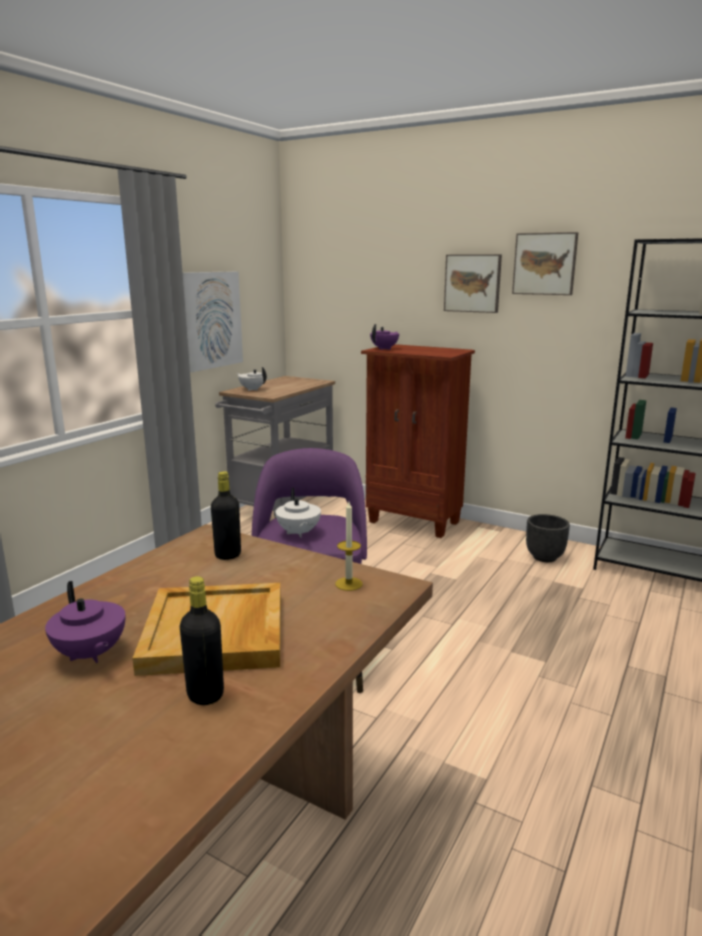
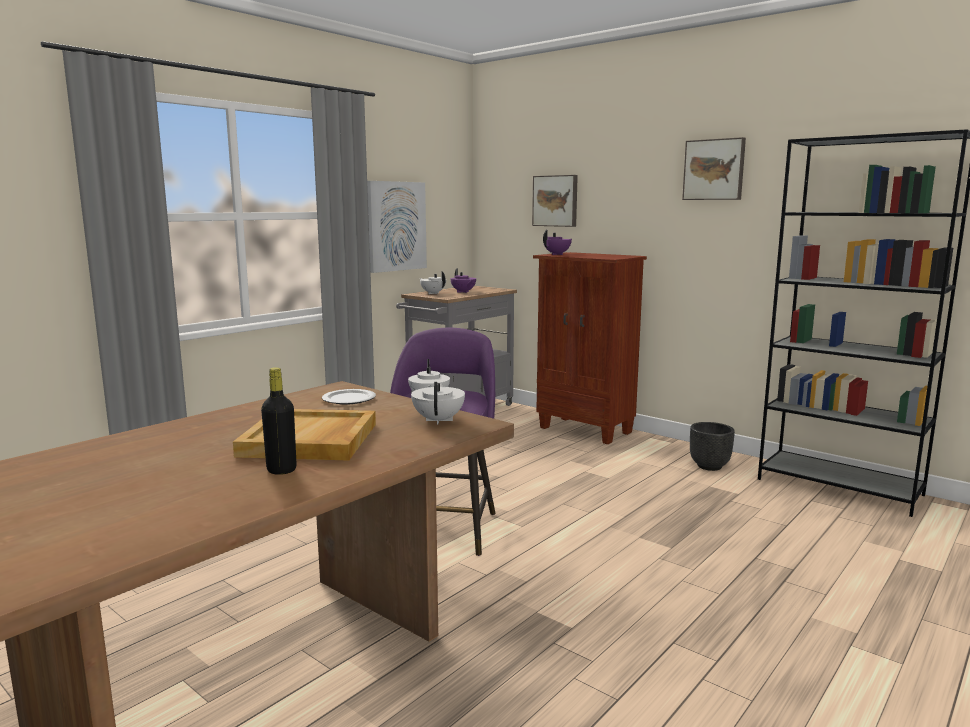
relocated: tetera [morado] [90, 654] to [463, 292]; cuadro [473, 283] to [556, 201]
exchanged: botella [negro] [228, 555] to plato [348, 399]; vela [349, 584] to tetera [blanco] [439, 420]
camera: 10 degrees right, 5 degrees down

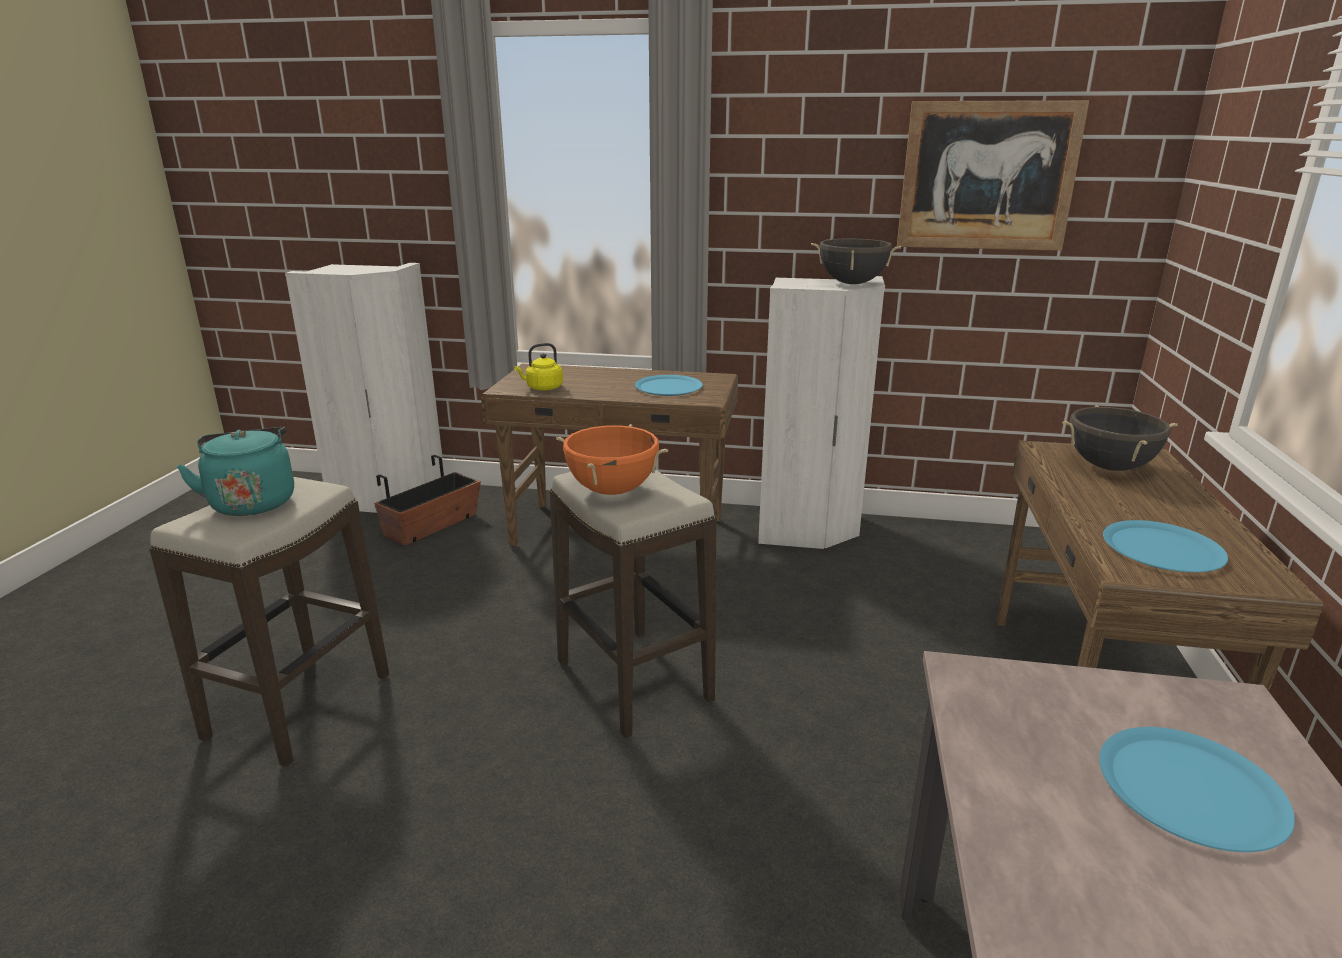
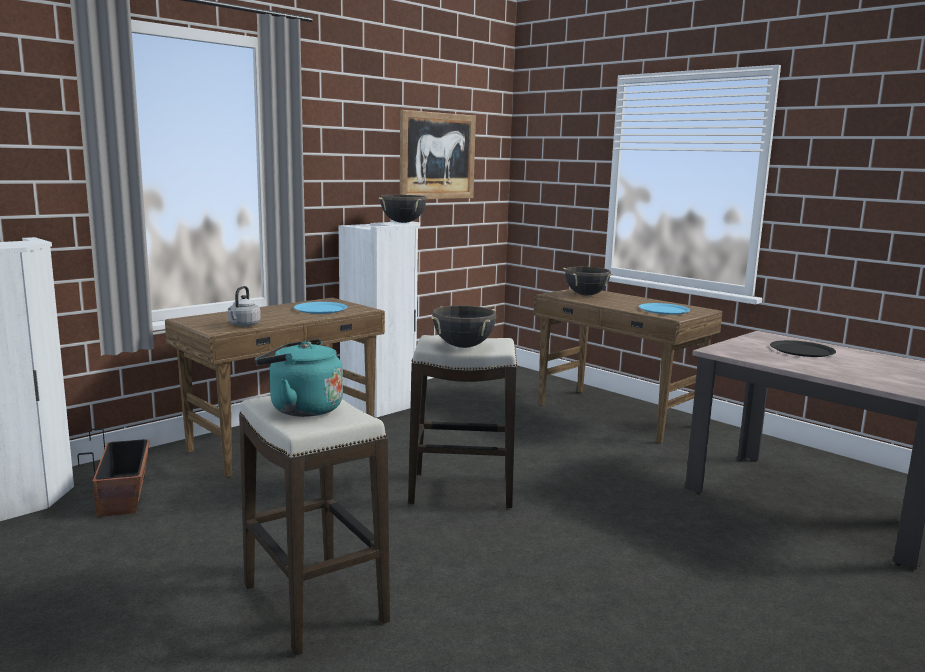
colour: hervidor [amarillo] [542, 388] to hervidor [gris] [243, 325]; olla [naranja] [612, 490] to olla [negro] [463, 346]; plato [azul] [1191, 789] to plato [negro] [802, 350]
camera: 55 degrees left, 10 degrees down

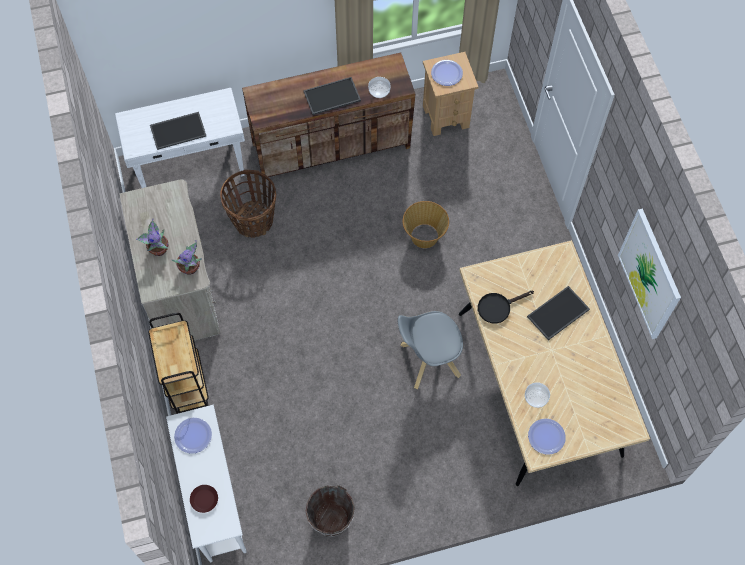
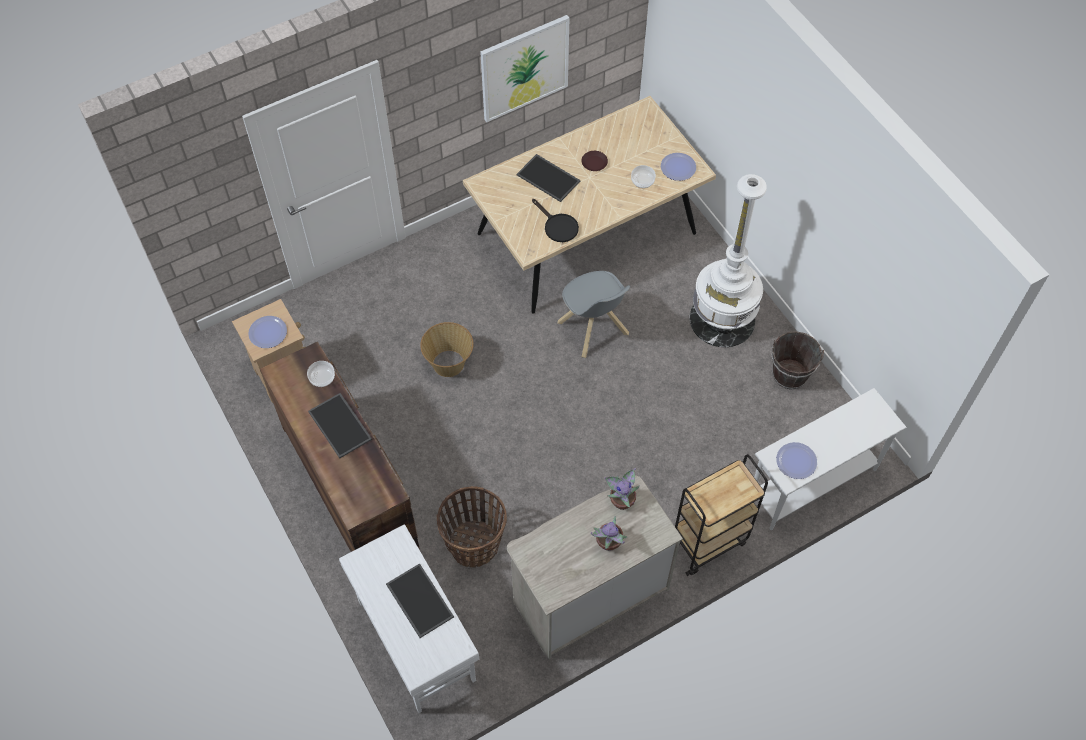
appeared: lámpara de pie [blanco] [722, 319]
relocated: plato [marrón] [204, 499] to [594, 163]
camera: 105 degrees left, 5 degrees down

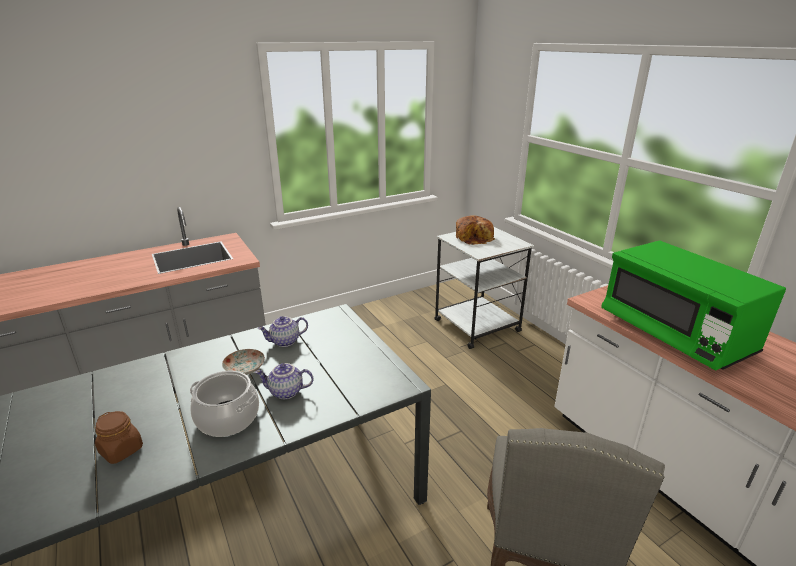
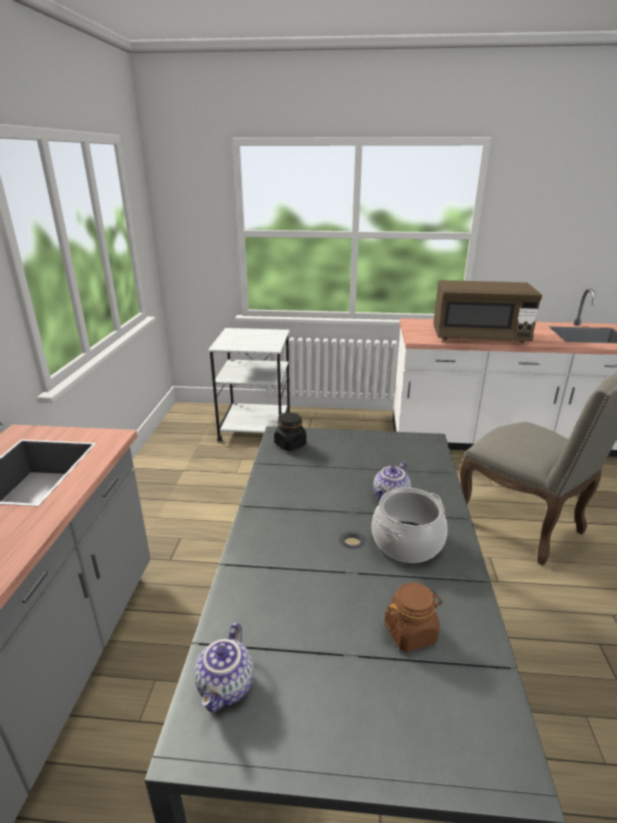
missing: plato [245, 369]; pan [475, 237]
appeared: tarro [negro] [290, 444]
relocated: tetera [285, 342] to [227, 687]
colour: microondas [verde] [674, 334] to microondas [marrón] [479, 337]
camera: 55 degrees left, 0 degrees up

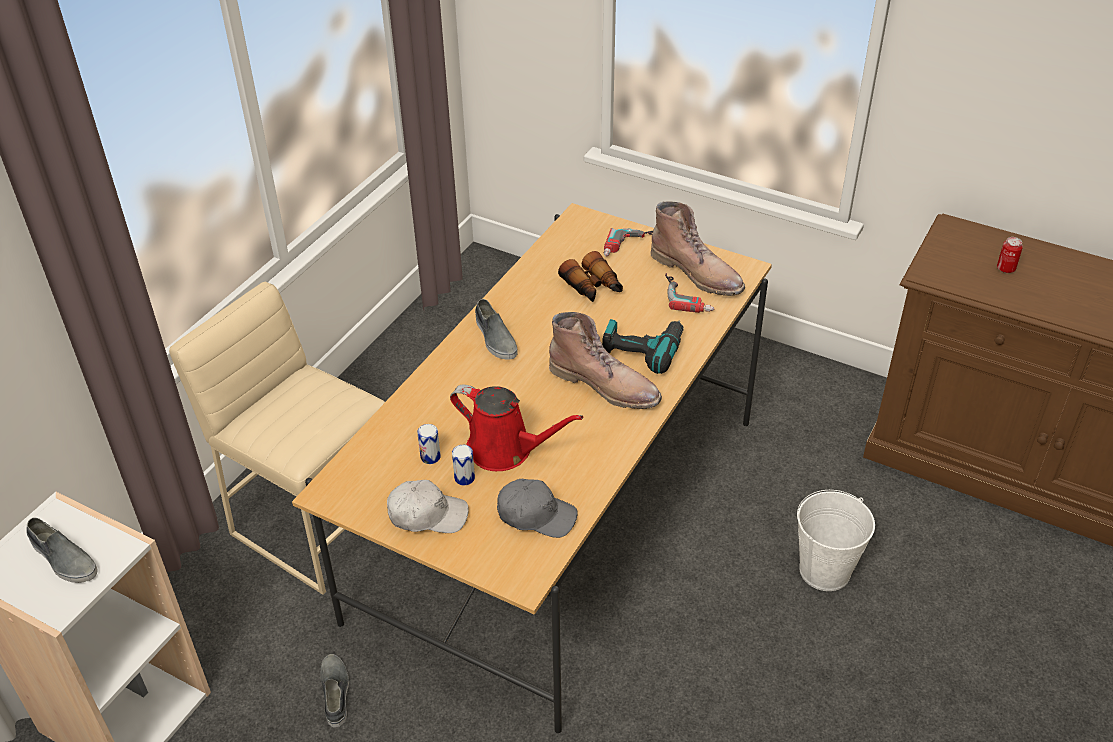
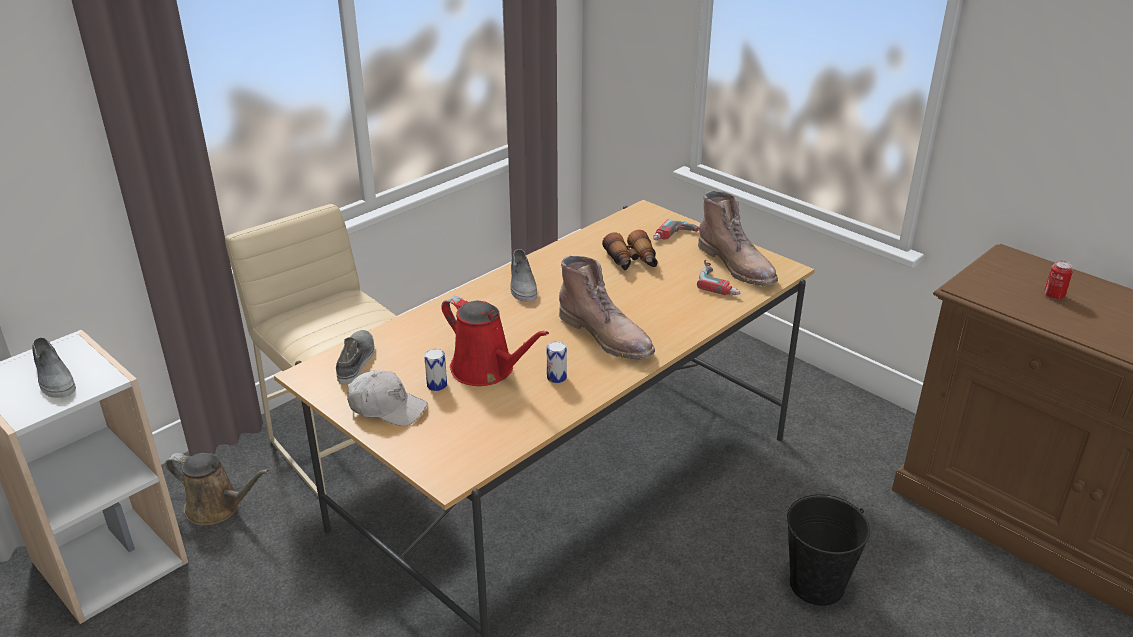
missing: gorra [gris] [536, 515]; taladro [642, 349]
appeared: regadera [marrón] [218, 507]
relocated: zapato [gris] [335, 692] to [356, 361]; lata [430, 457] to [556, 377]
colour: cubo [blanco] [825, 571] to cubo [negro] [817, 585]
camera: 15 degrees right, 10 degrees down

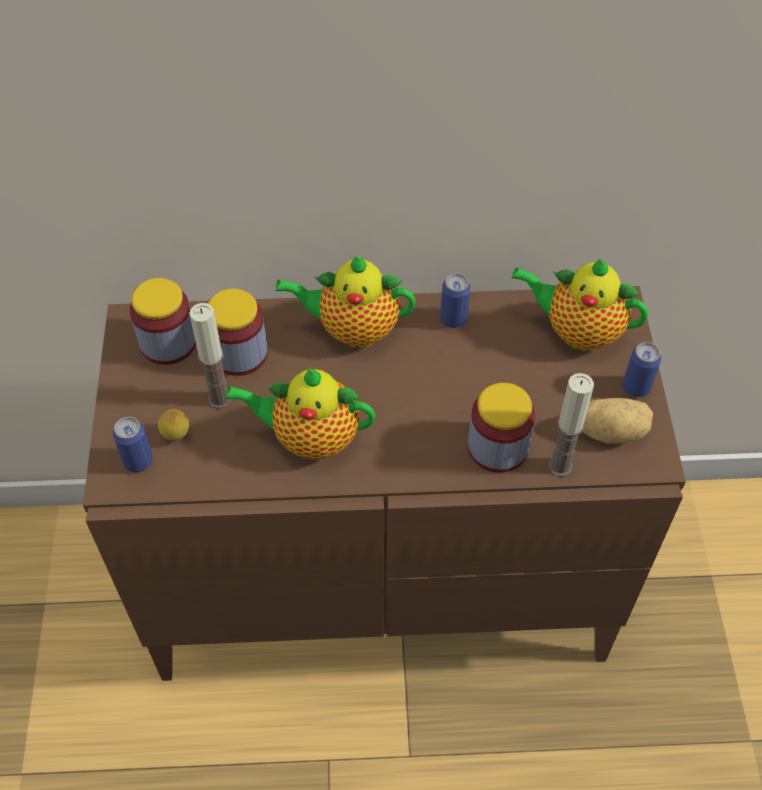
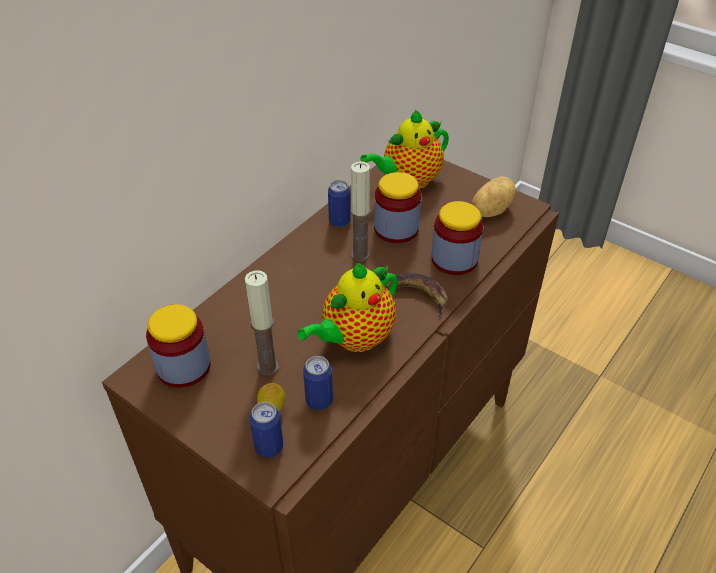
missing: tetera [353, 329]
appeared: plátano [416, 295]
relocated: lata [636, 387] to [319, 400]; vela [560, 466] to [360, 255]; tarro [239, 353] to [396, 229]
camera: 50 degrees left, 10 degrees down

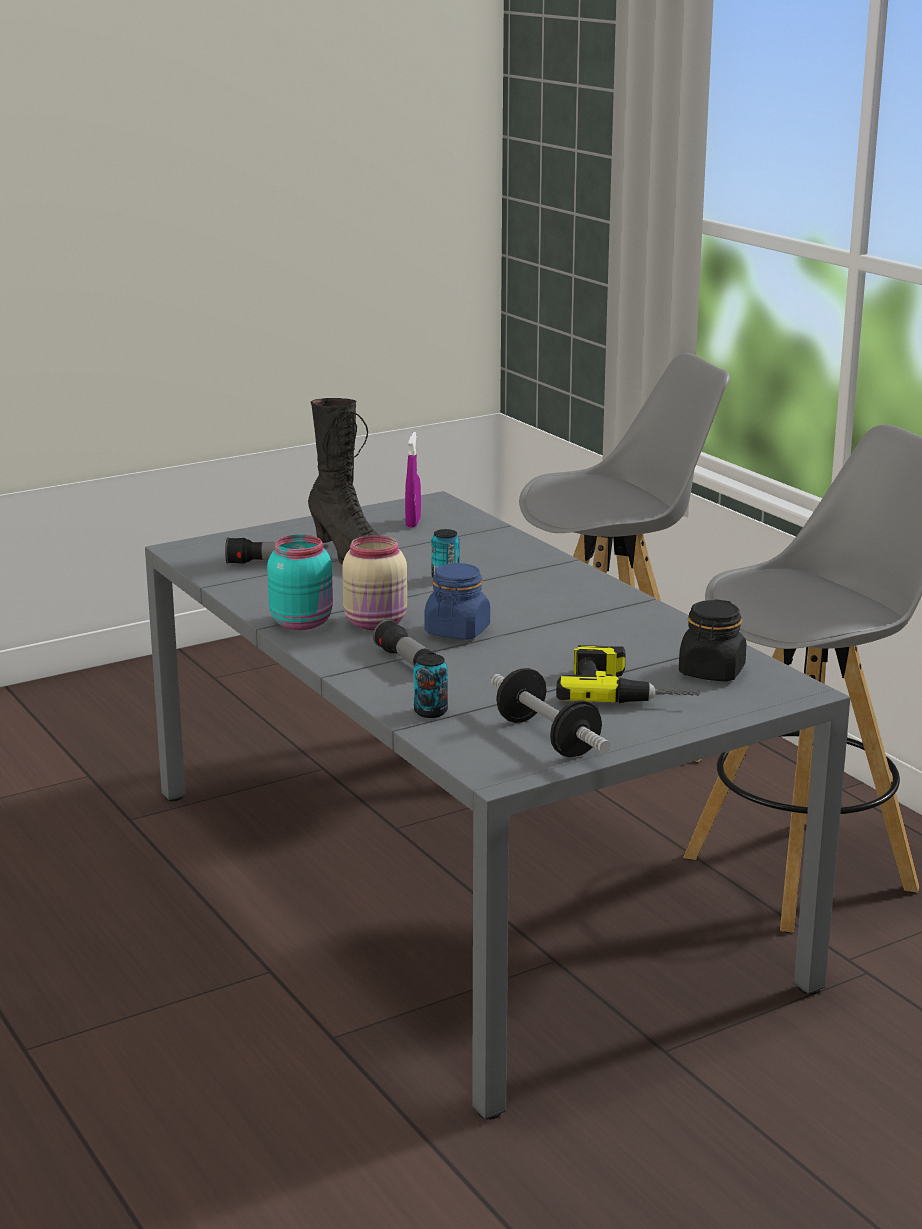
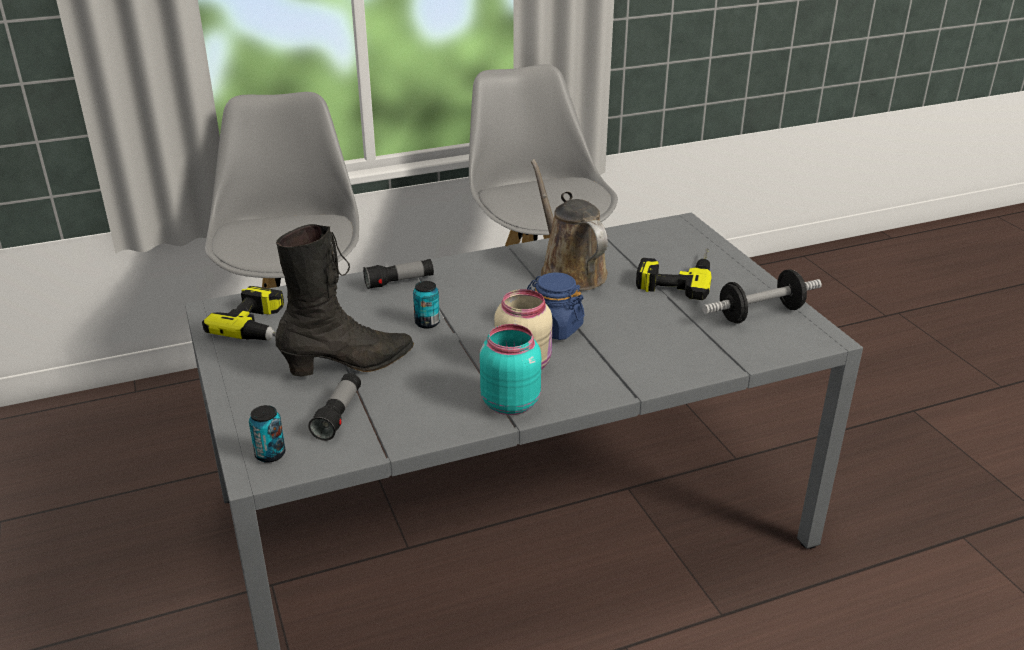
missing: tarro [negro] [711, 672]
appeared: regadera [marrón] [569, 271]
relocated: lata [430, 712] to [270, 454]; linterna [407, 662] to [399, 282]
exchanged: pulverizador [morado] [413, 522] to taladro [269, 326]
camera: 80 degrees left, 10 degrees up

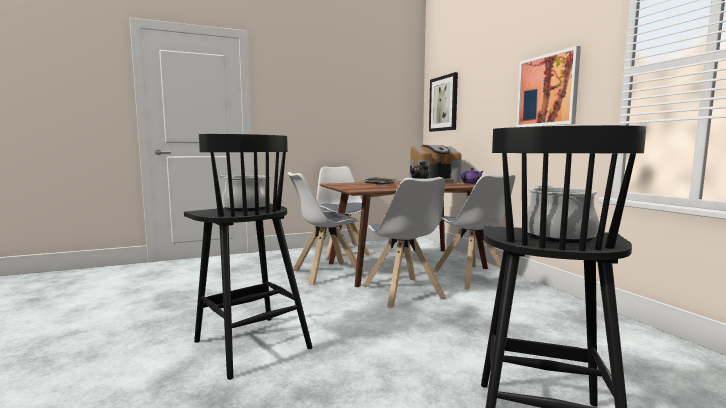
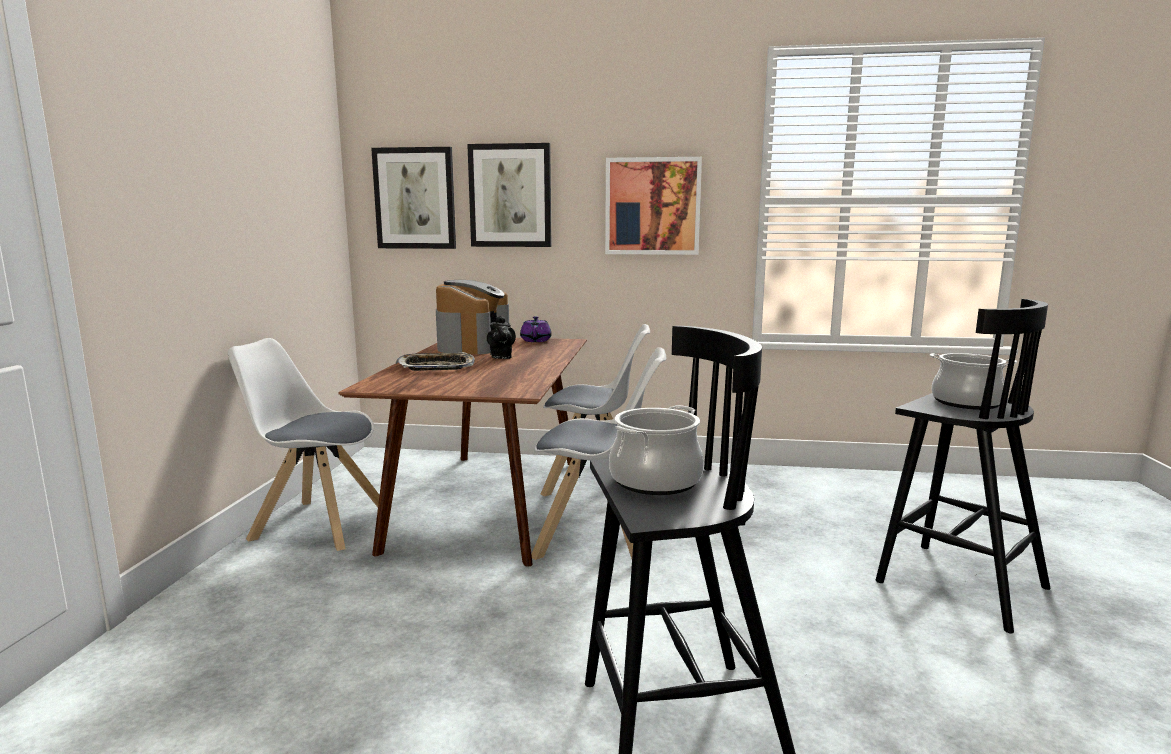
missing: silla [325, 274]
appeared: cuadro [510, 196]
camera: 60 degrees left, 5 degrees up

